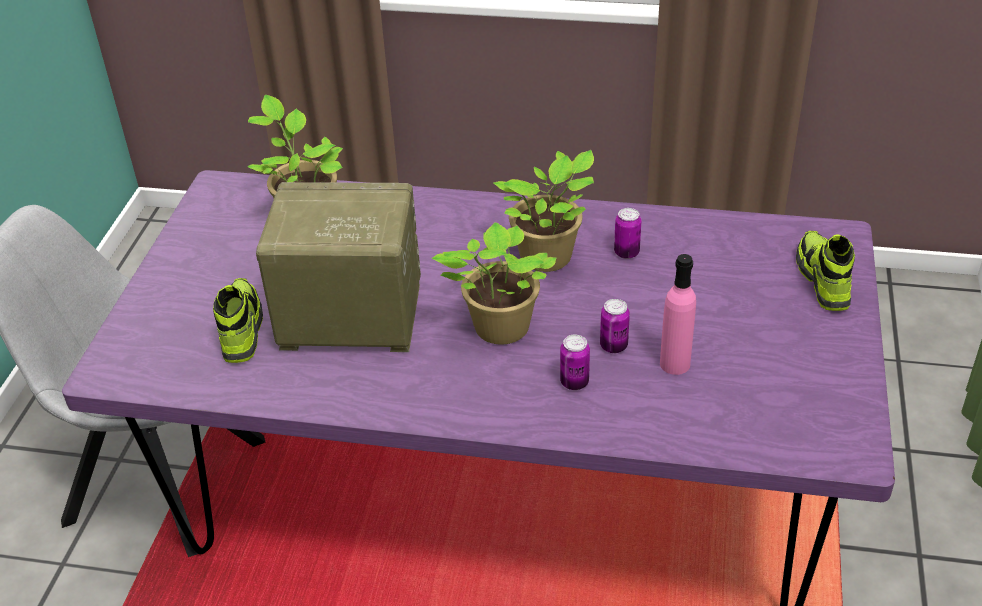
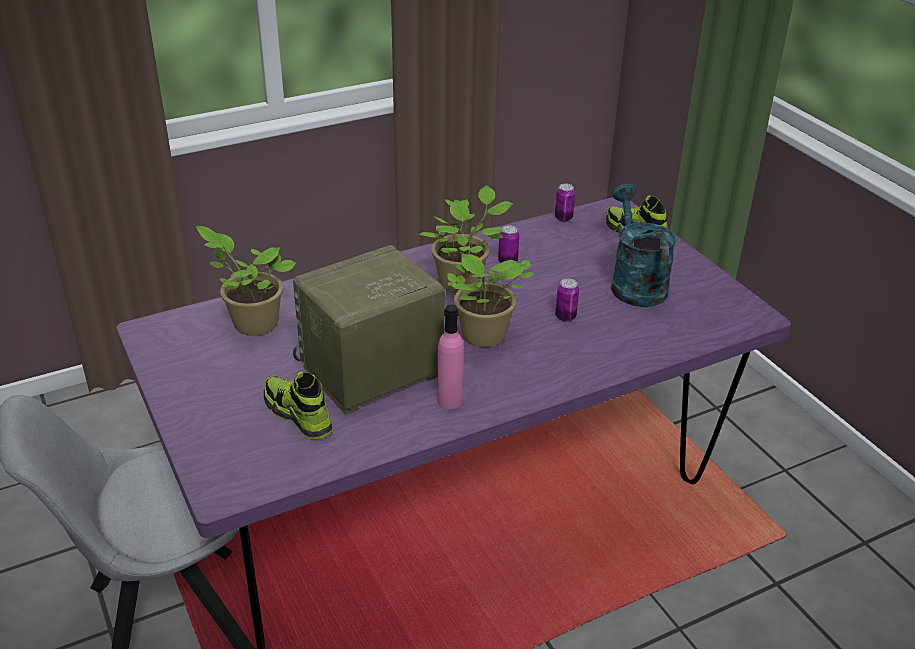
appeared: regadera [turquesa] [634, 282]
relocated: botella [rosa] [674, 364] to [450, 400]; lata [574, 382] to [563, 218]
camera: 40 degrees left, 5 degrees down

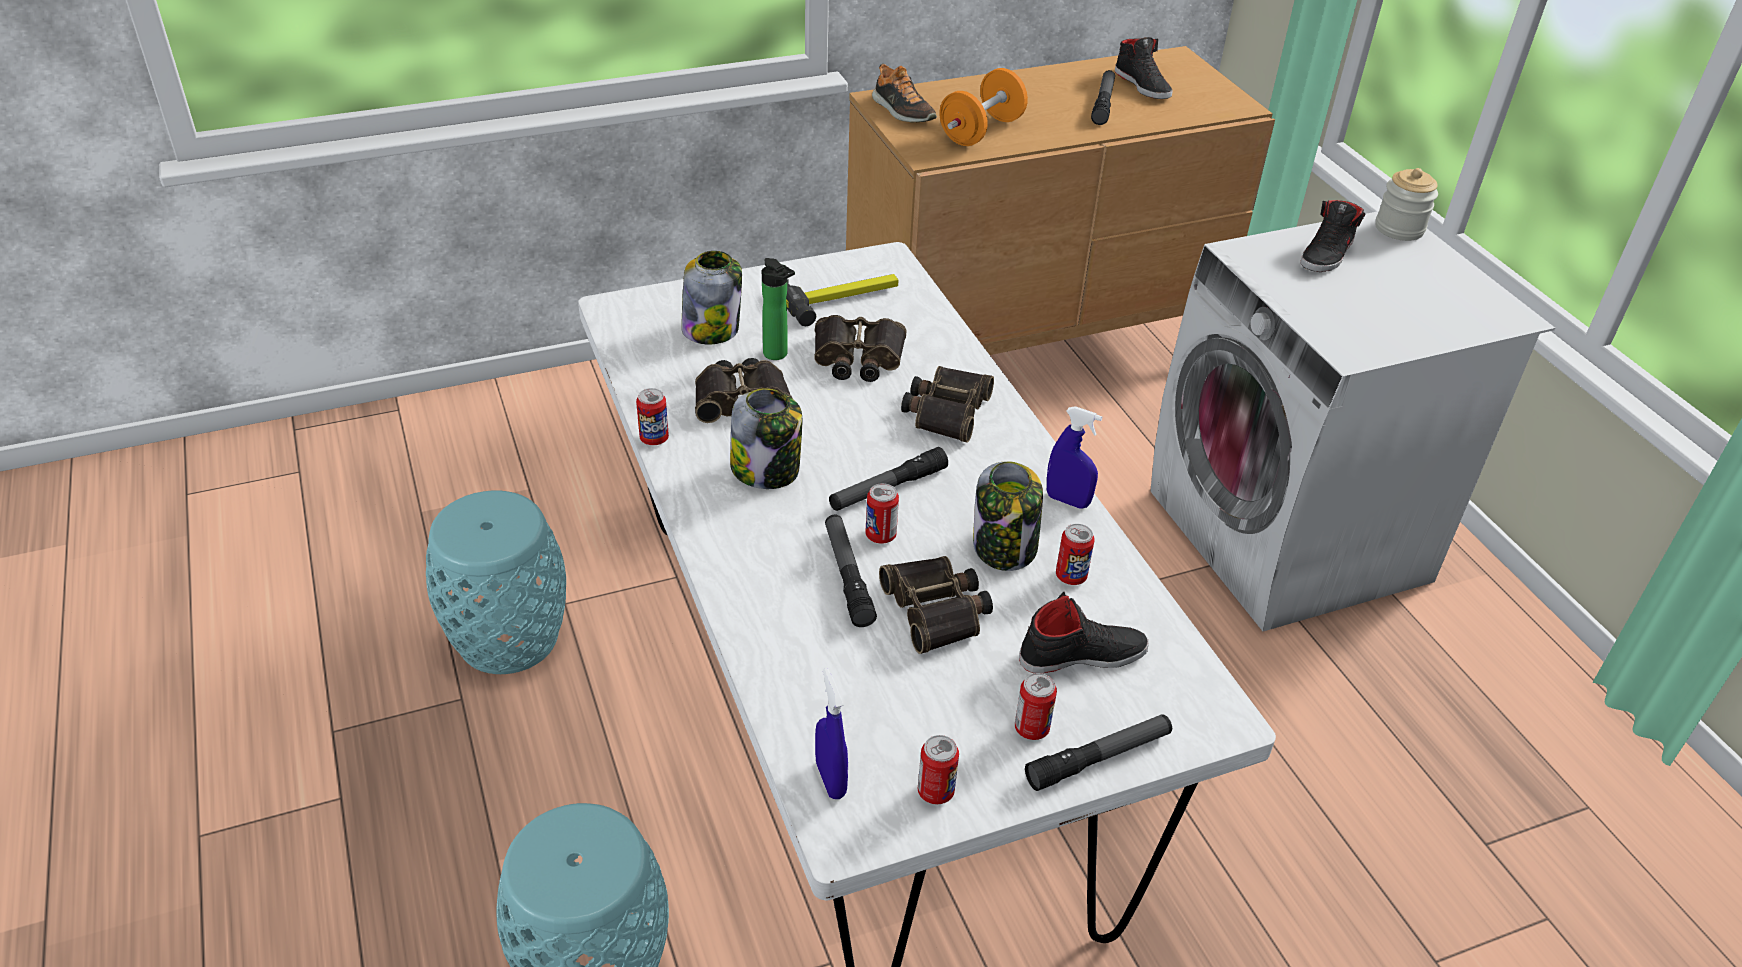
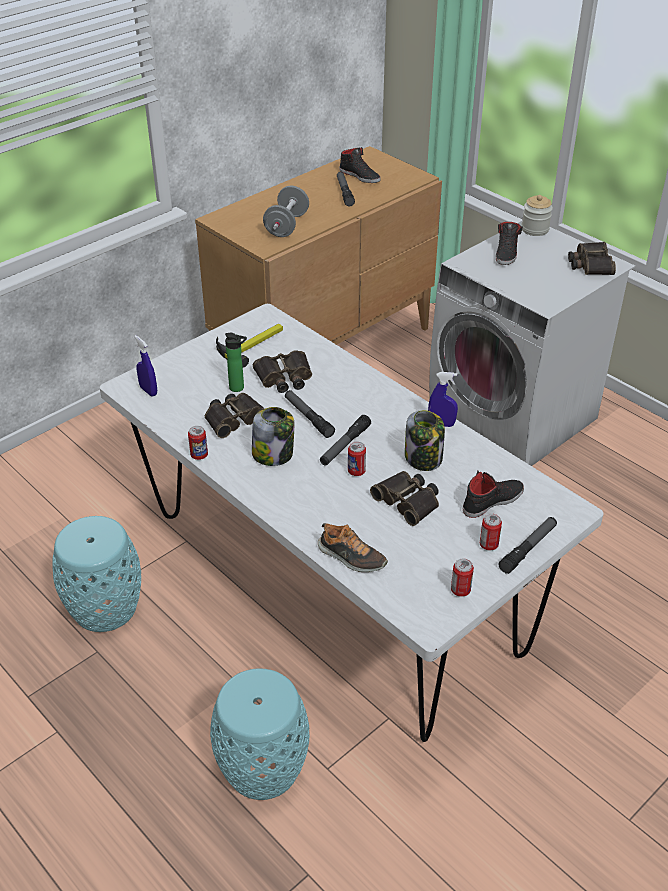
missing: tarro [711, 329]; lata [1071, 576]
relocated: pulverizador [azul] [830, 779] to [148, 391]; linterna [847, 576] to [308, 417]; zapato [902, 111] to [351, 557]; prismáticos [945, 410] to [590, 264]
colour: mancuerna [naranja] [981, 131] to mancuerna [gris] [286, 226]
camera: 20 degrees left, 0 degrees up

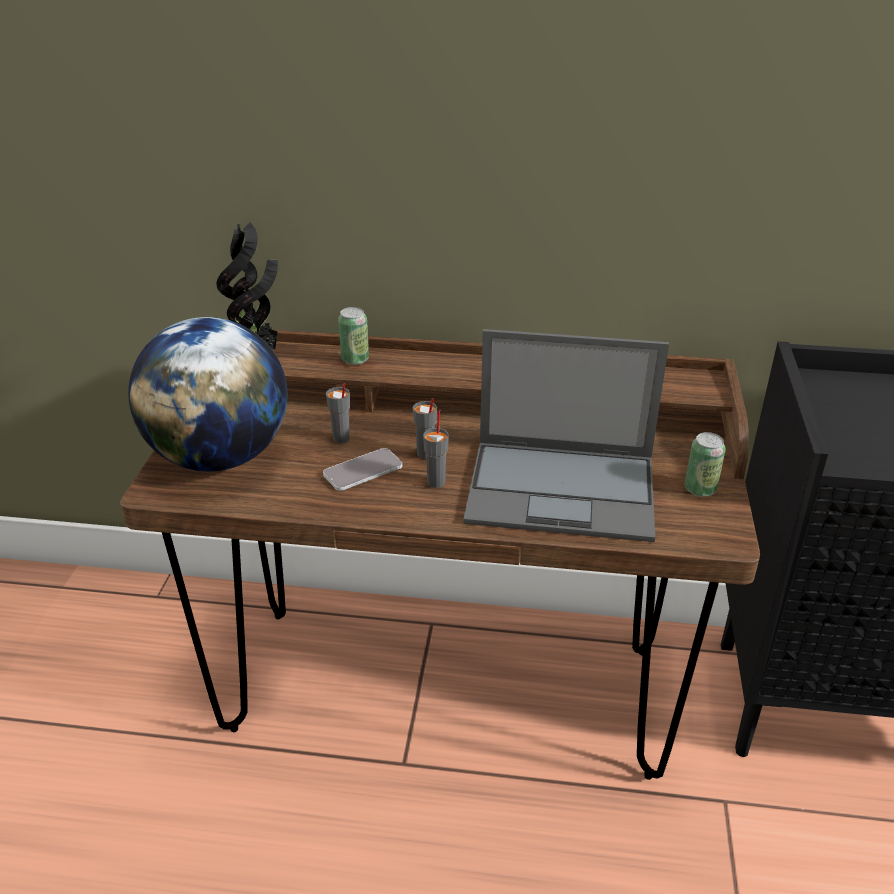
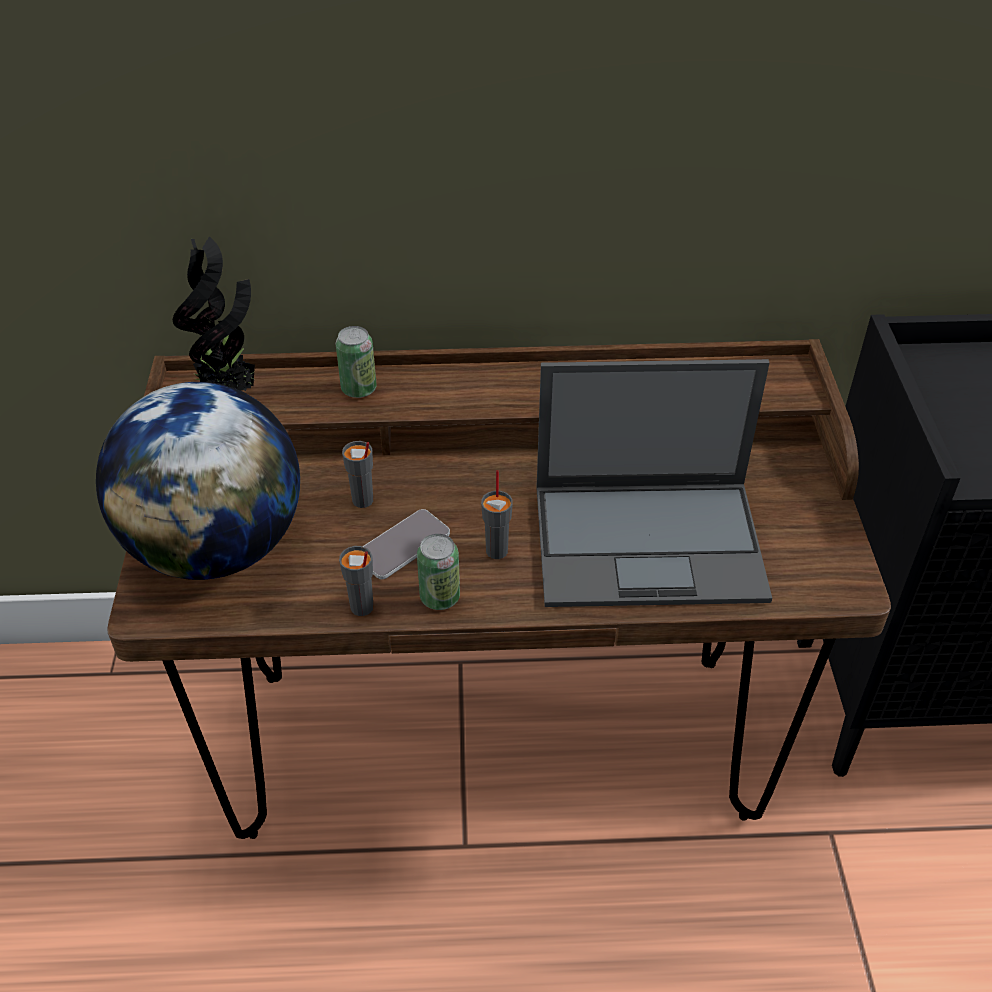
relocated: taza [gris] [425, 454] to [362, 607]; lata [700, 489] to [440, 597]
camera: 10 degrees left, 10 degrees up

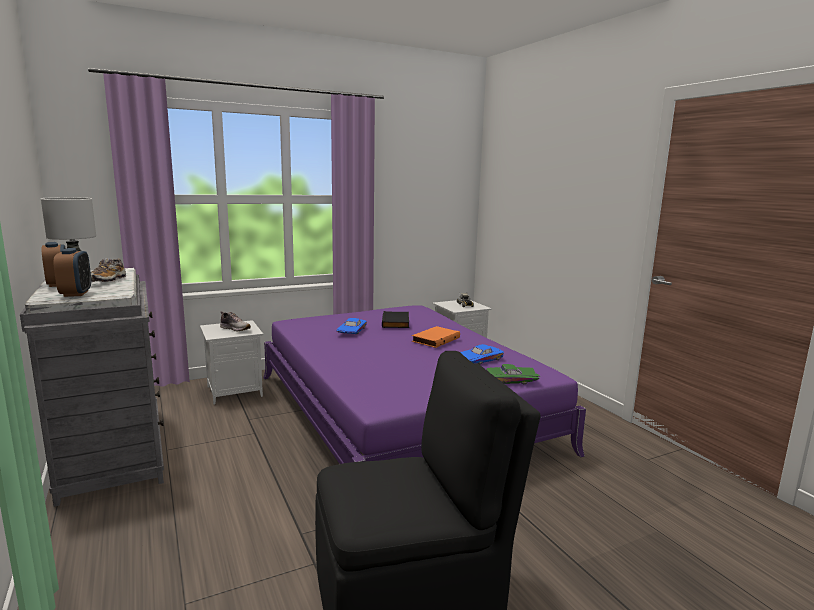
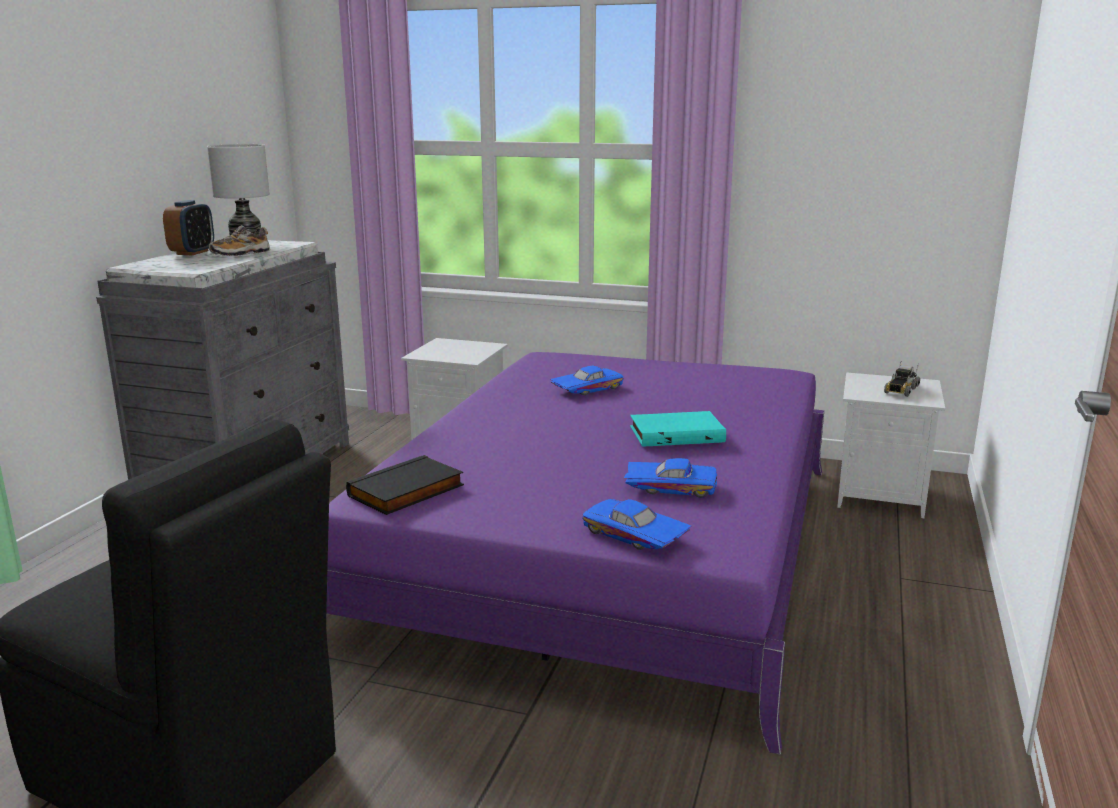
missing: despertador [76, 293]; zapato [235, 329]
relocated: libro [negro] [396, 322] to [407, 492]
colour: coche de juguete [verde] [512, 381] to coche de juguete [azul] [633, 536]; libro [naranja] [435, 339] to libro [turquesa] [676, 433]
camera: 45 degrees right, 5 degrees up

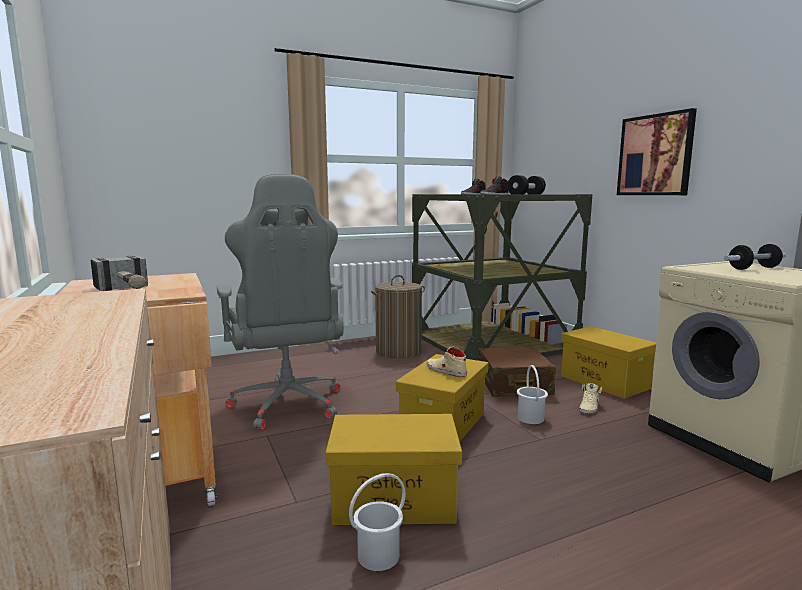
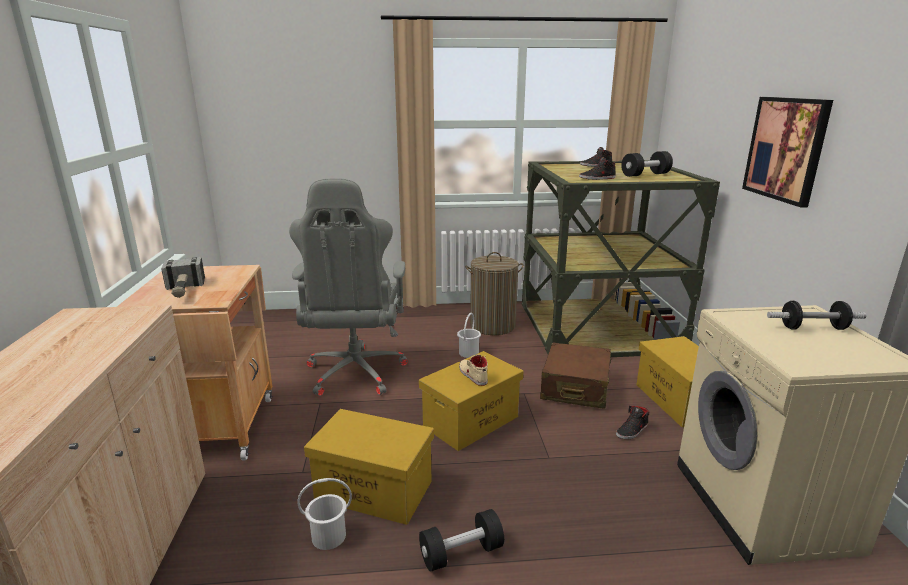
appeared: mancuerna [negro] [461, 553]
relocated: cubo [blanco] [530, 418] to [468, 353]
colour: zapato [beis] [589, 407] to zapato [negro] [632, 431]
camera: 20 degrees right, 10 degrees up

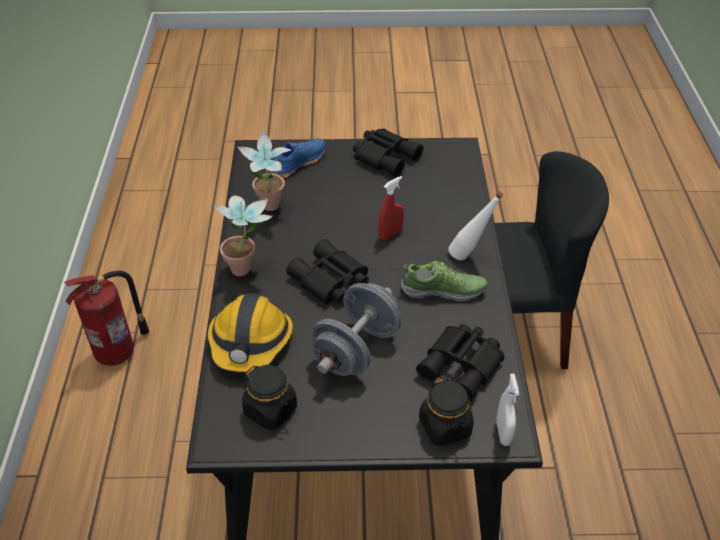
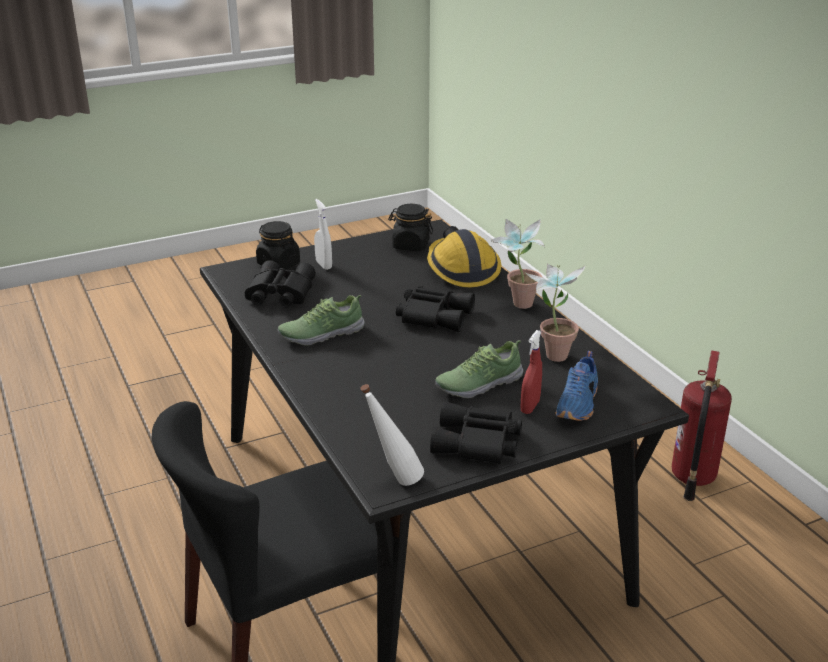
missing: mancuerna [gris] [356, 349]
appeared: zapato [478, 383]
relocated: pulverizador [blanco] [503, 433] to [323, 265]; botella [blanco] [470, 256] to [393, 481]; pulverizador [rojo] [390, 234] to [530, 407]
camera: 155 degrees right, 15 degrees down

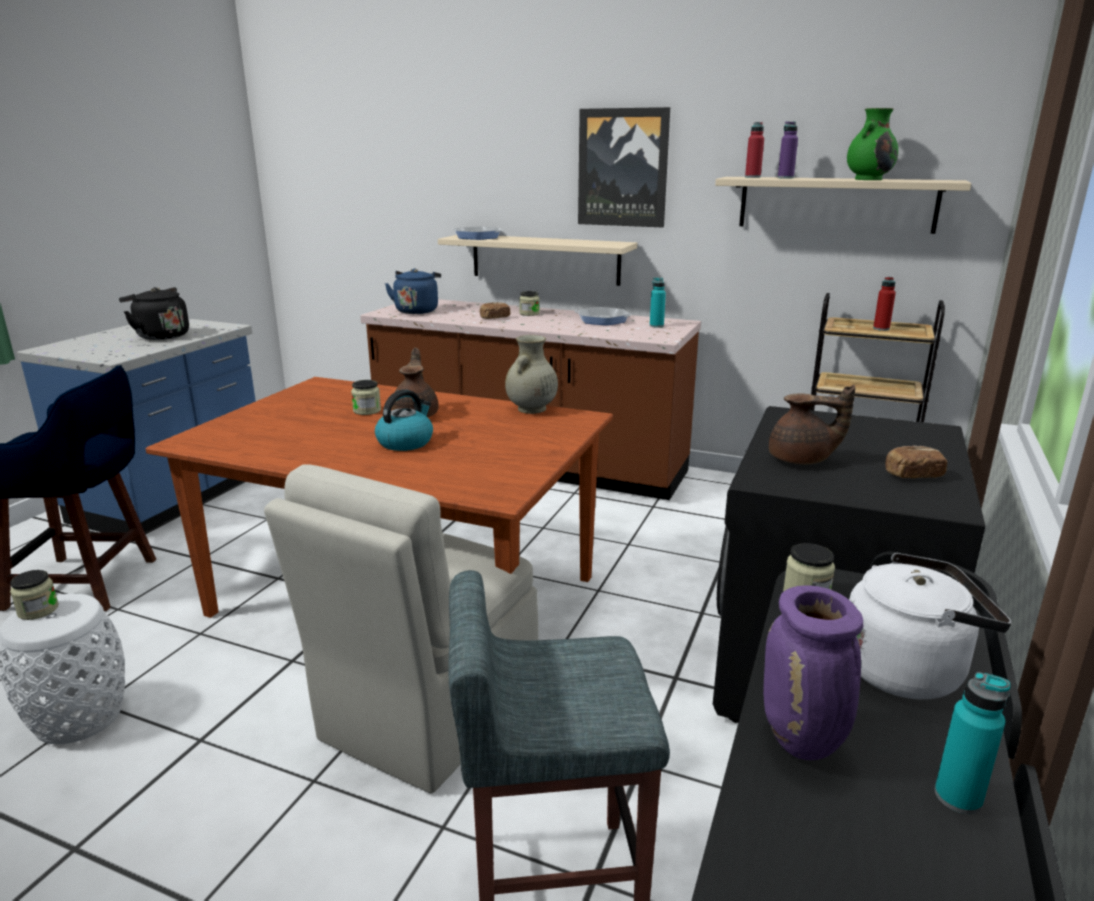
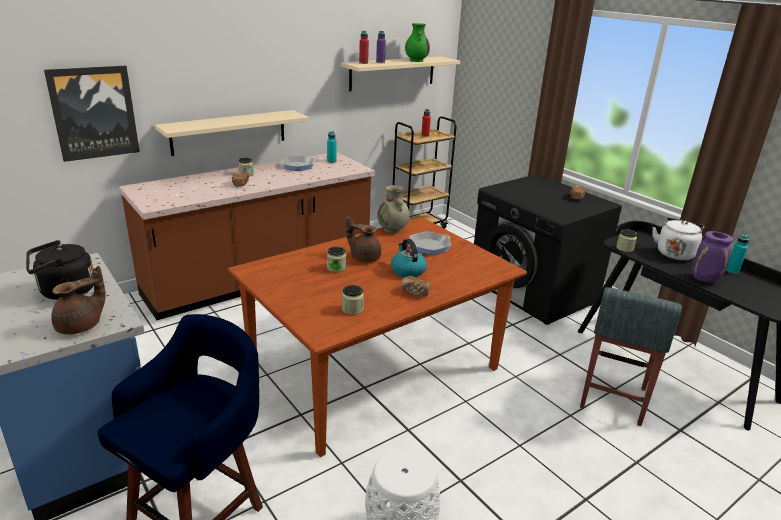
missing: silla [beis] [427, 712]; hervidor [azul] [417, 310]
appeared: pan [415, 292]
relocated: cuadro [623, 168] to [94, 113]; tetera [marrón] [802, 460] to [81, 326]; tarro [38, 610] to [352, 309]; sartén [477, 237] to [429, 246]
camera: 60 degrees left, 5 degrees up

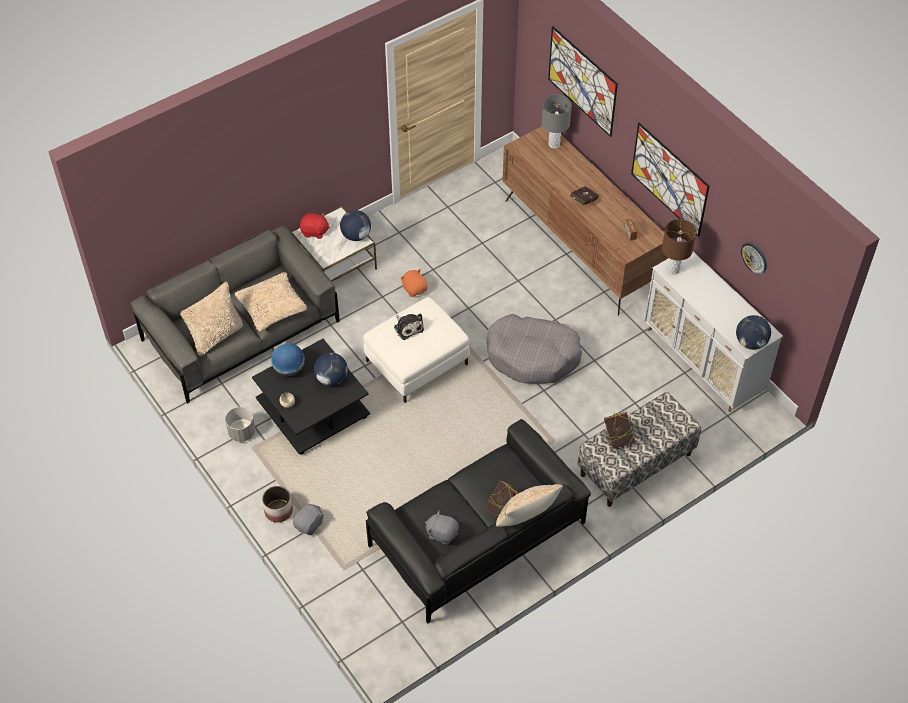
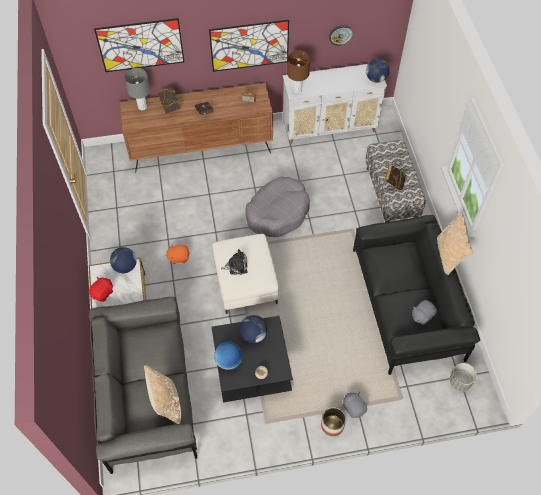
missing: cojín [beis] [272, 306]
relocated: libro [501, 508] to [170, 108]; maceta [gris] [242, 432] to [460, 382]
camera: 65 degrees left, 5 degrees up

